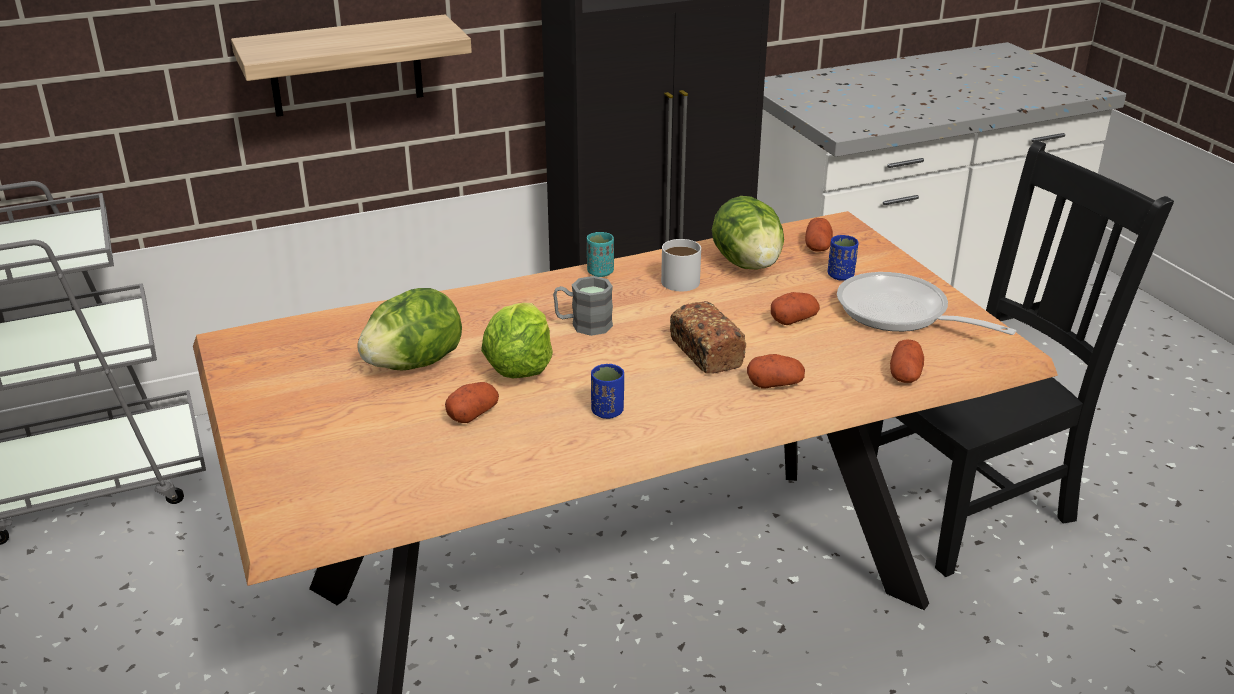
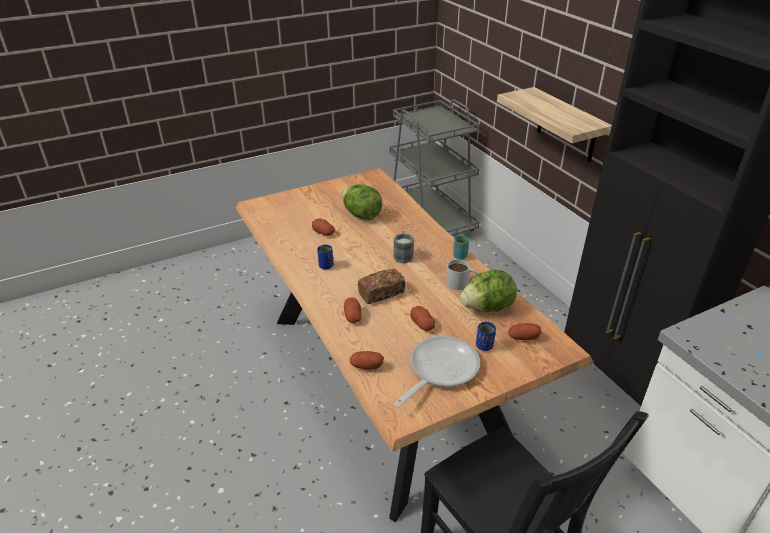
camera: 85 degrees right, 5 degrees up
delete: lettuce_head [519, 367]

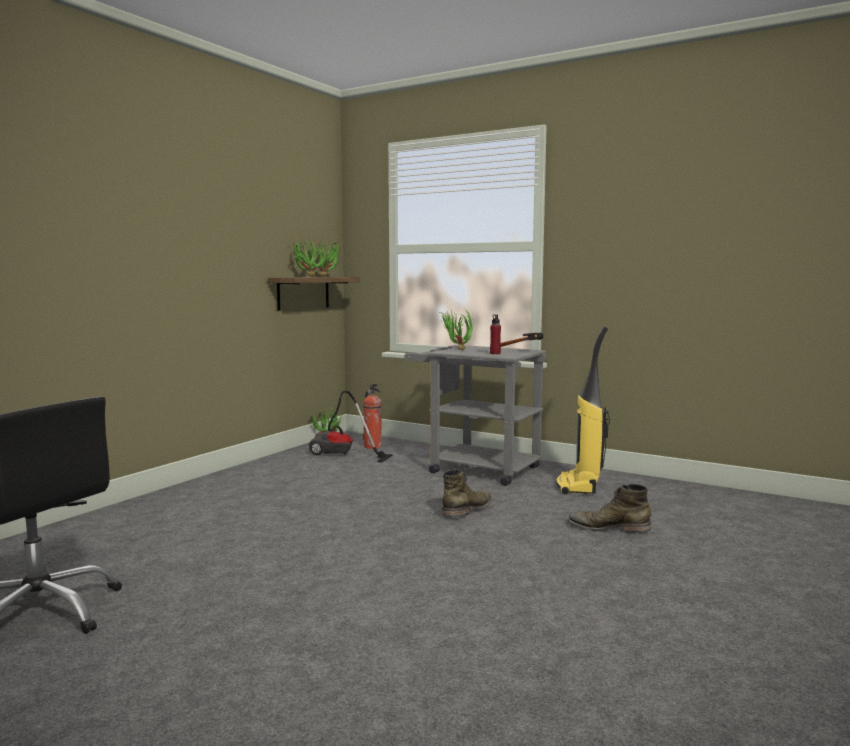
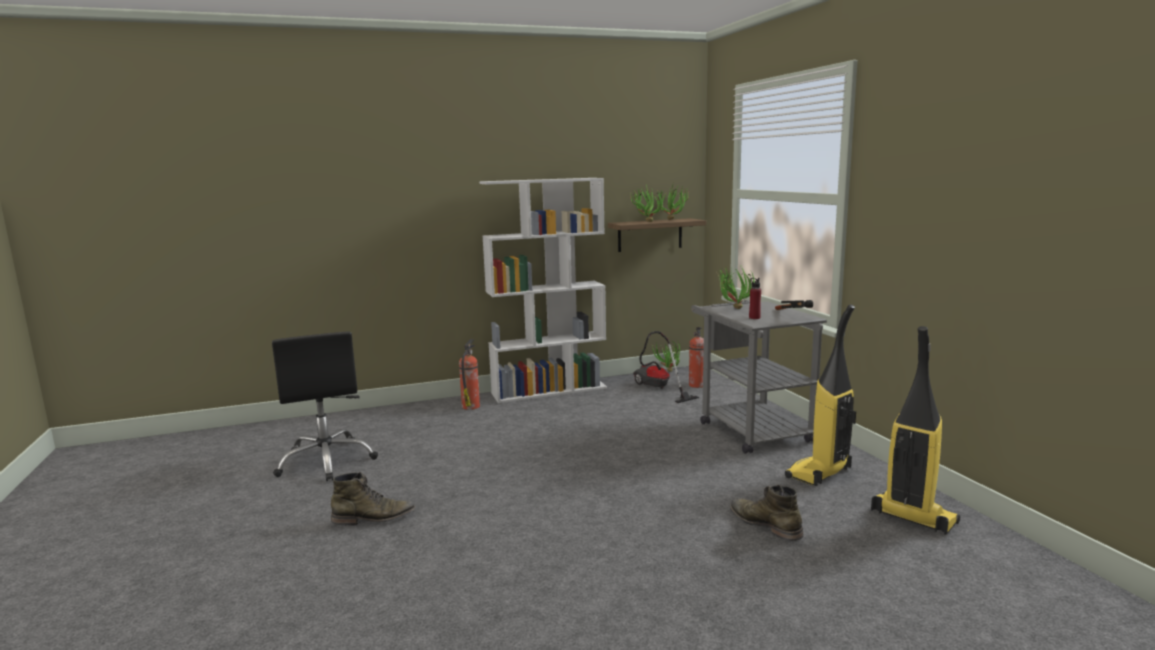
camera: 40 degrees right, 5 degrees up
insert: white-coloured_bookshelf [549, 390]; hoover [912, 517]; fire-fighting_cylinder [471, 406]
move: greenish_high-top_boot [468, 509] to [374, 518]

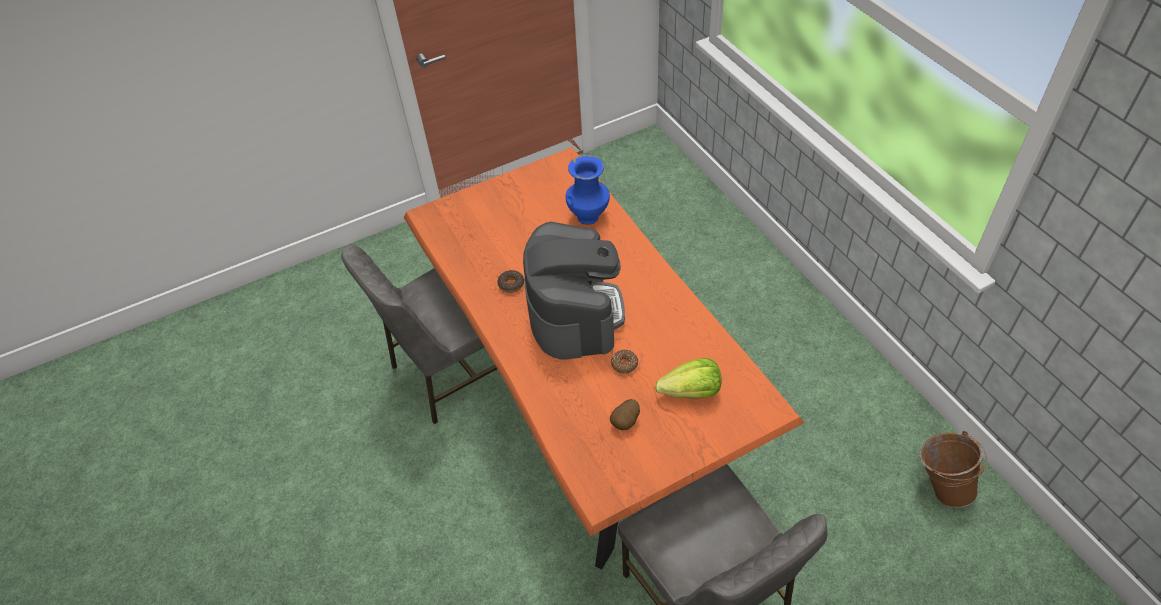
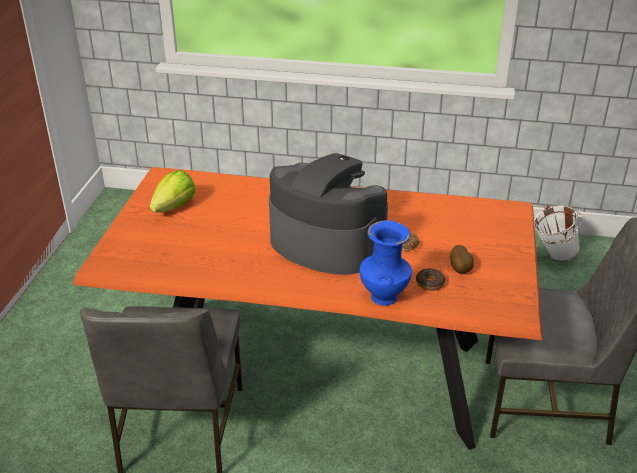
camera: 55 degrees left, 15 degrees down
move: blue-coloured_decorative_vase [589, 216] to [383, 296]; ring_doughnut [511, 284] to [430, 283]; lettuce_head [691, 392] to [174, 207]
recolor: brown-coloured_water_bucket [940, 486] to white-coloured_water_bucket [551, 256]

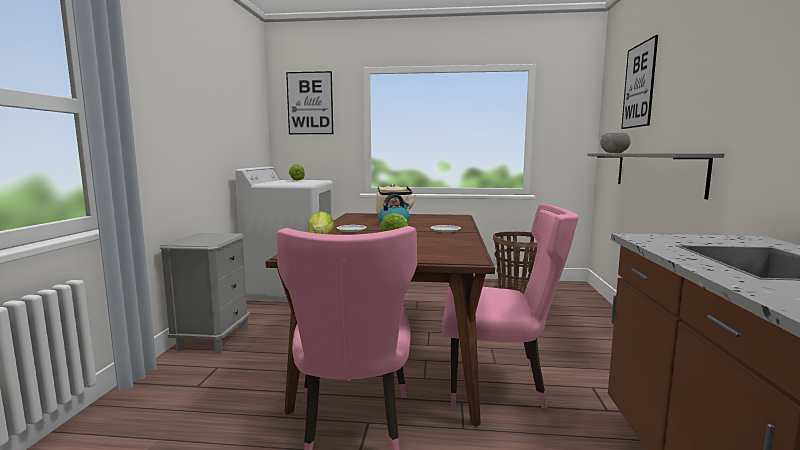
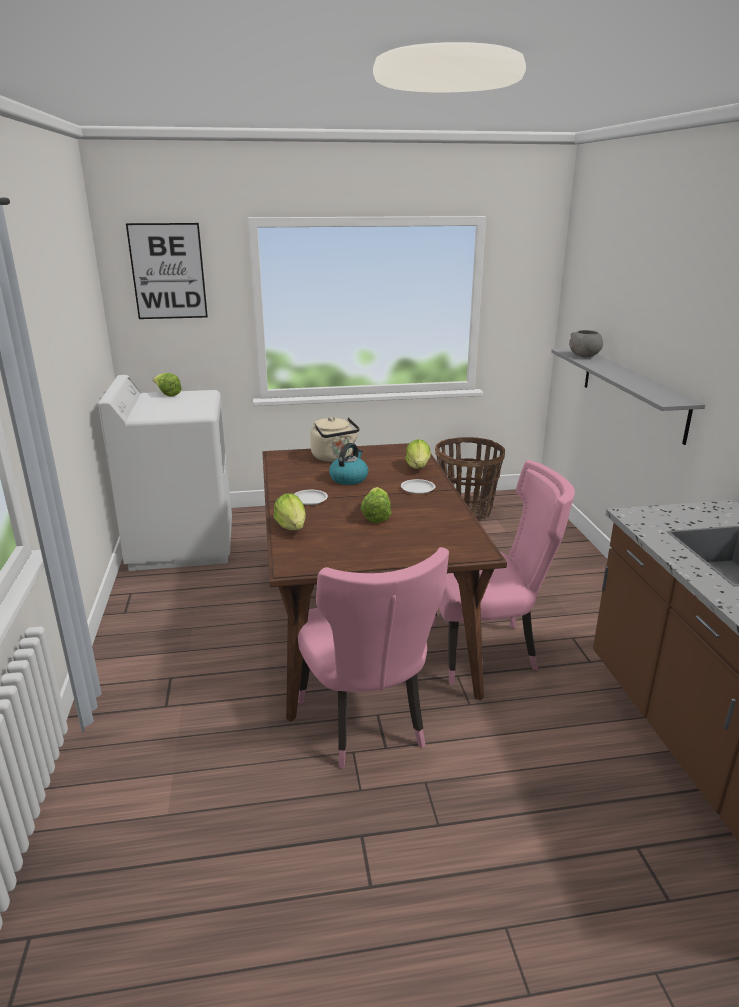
camera: 15 degrees left, 15 degrees up
delete: wall_picture [639, 85]; gray_bedside_table [213, 338]
insert: lettuce_head [418, 467]

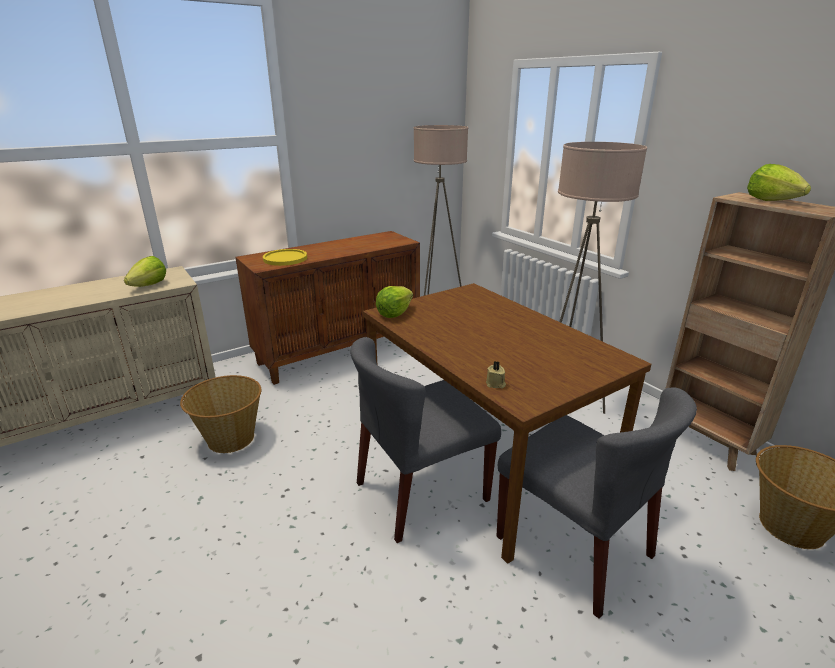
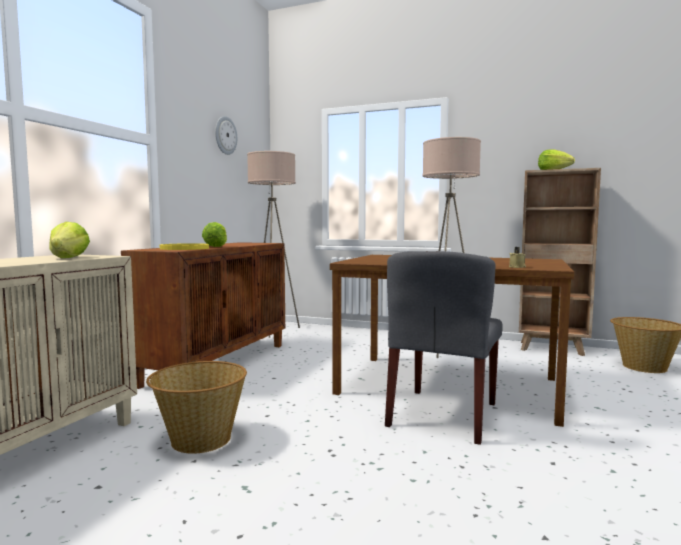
camera: 35 degrees left, 20 degrees down
delete: gray_upright_chair [574, 547]
insert: wall_clock [225, 135]
move: lettuce_head [394, 313] to [216, 246]

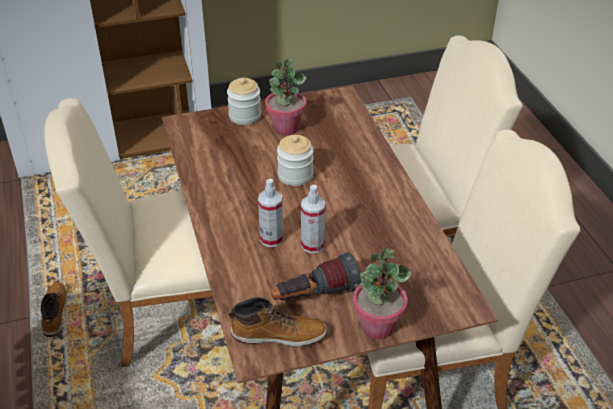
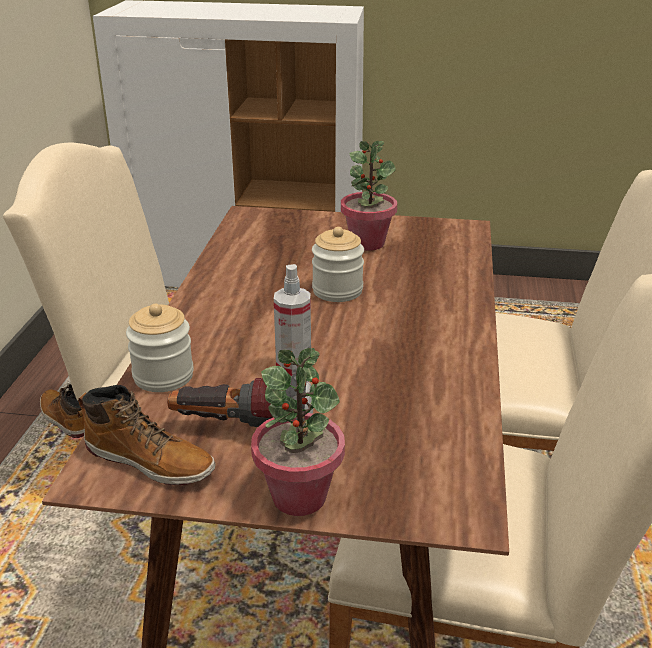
camera: 25 degrees right, 10 degrees down
delete: sprayer [271, 239]
move: jar [245, 116] to [163, 376]
rotate: high-top_boot [54, 313] = [65, 419] 60 degrees counterclockwise

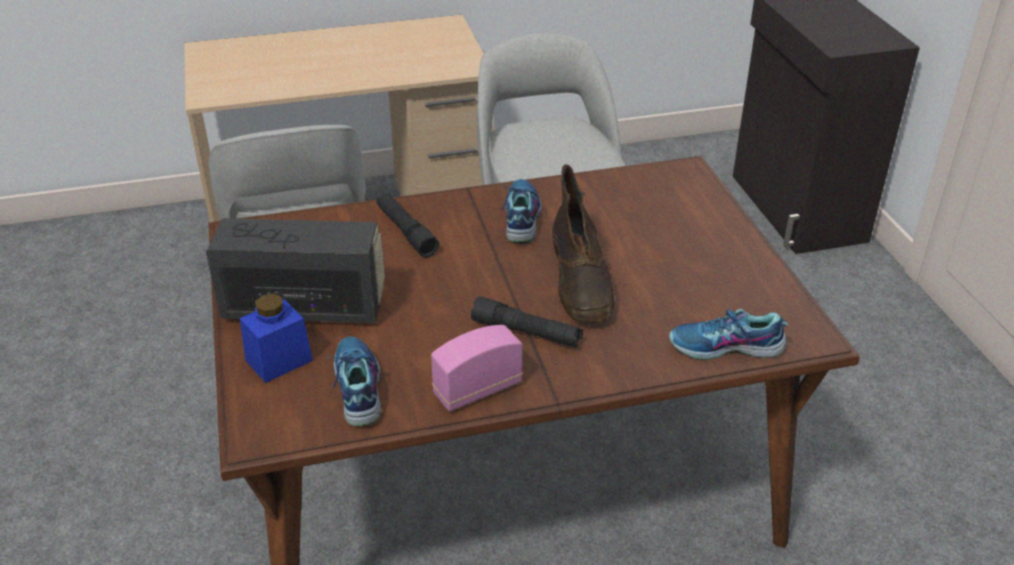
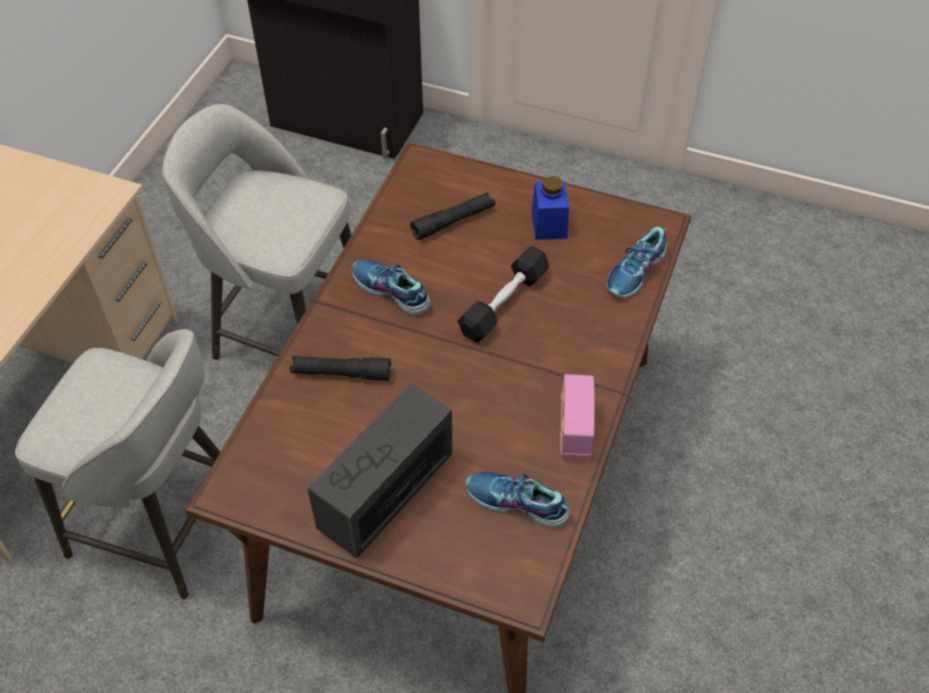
camera: 55 degrees left, 15 degrees up
move: blue-coloured_jar [279, 360] to [549, 224]; black_flashlight [526, 332] to [453, 221]
replace: brown-coloured_high-top_boot [581, 282] to black_free_weight [503, 303]

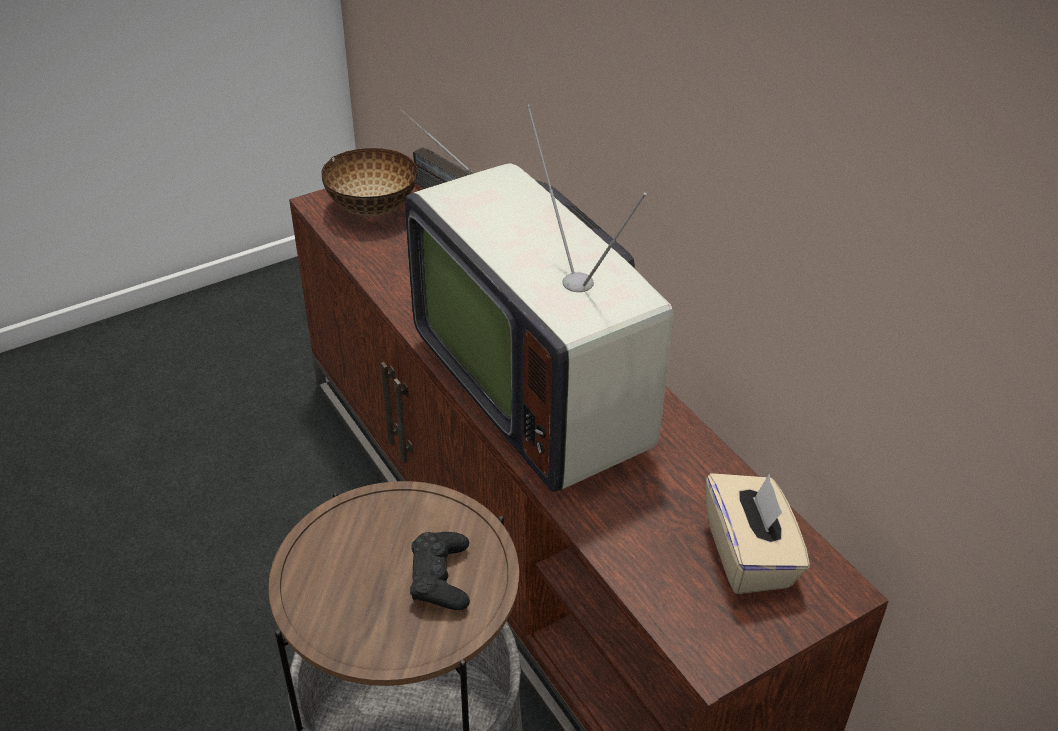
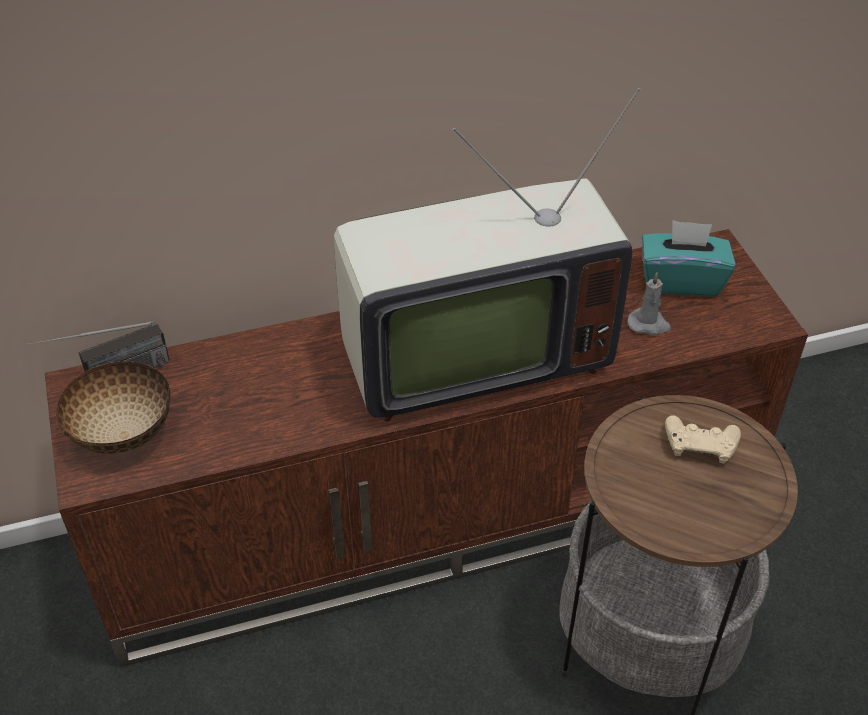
camera: 75 degrees left, 5 degrees up
insert: gray_wax_light [649, 324]
recolor: sand-coloured_tissue_holder [750, 555] to turquoise_tissue_holder [681, 280]; black_gamepad [440, 577] to sand-coloured_gamepad [700, 444]

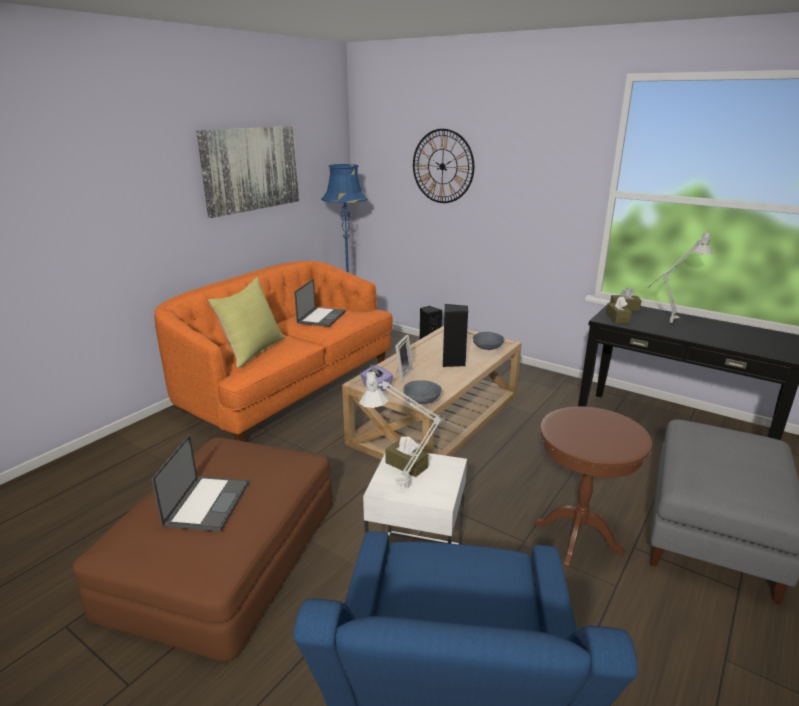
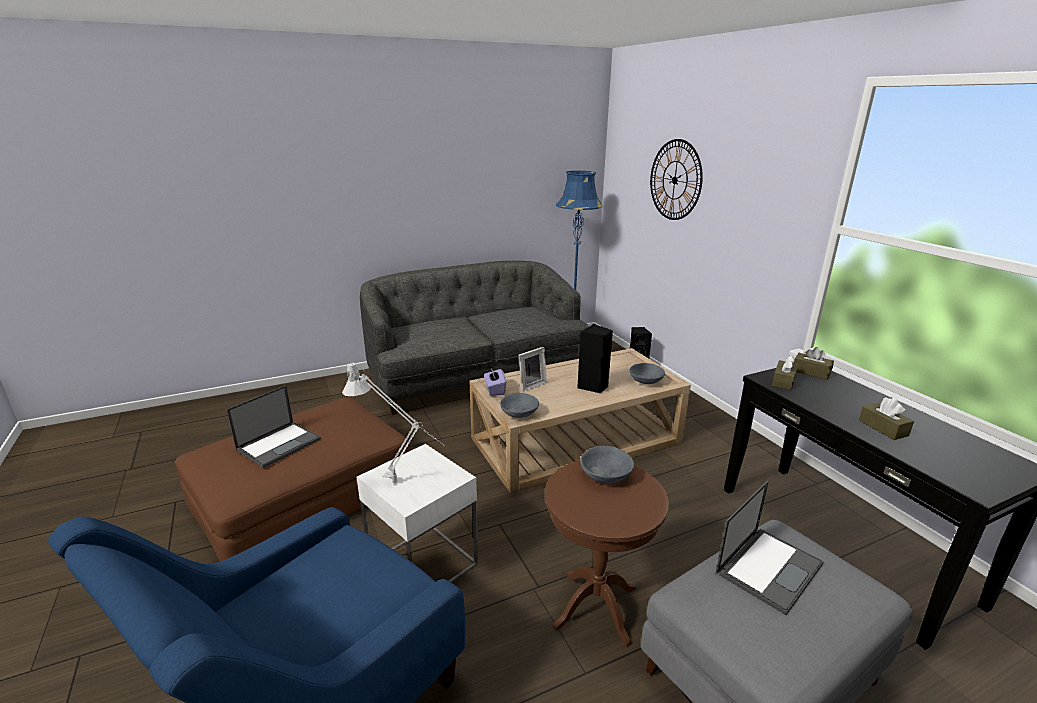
camera: 30 degrees right, 0 degrees up
delete: wall_picture [251, 169]; gray_tabletop_lamp [667, 324]; yellow-coloured_throw_pillow [253, 351]
insert: gray_serving_bowl [606, 475]
move: laptop [321, 317] to [769, 567]; brown-coloured_tissue_holder [406, 465] to [883, 428]
recolor: orange_settee [287, 387] to gray_settee [475, 375]

